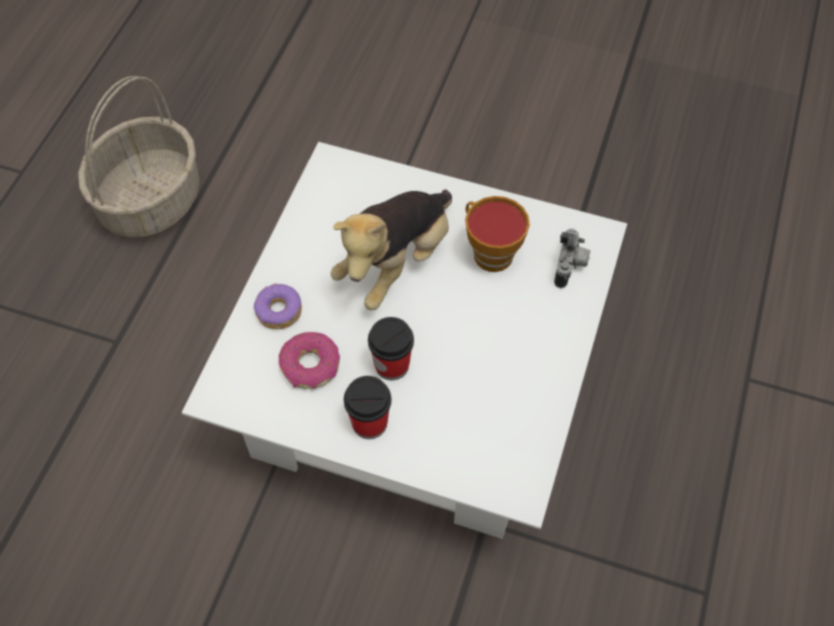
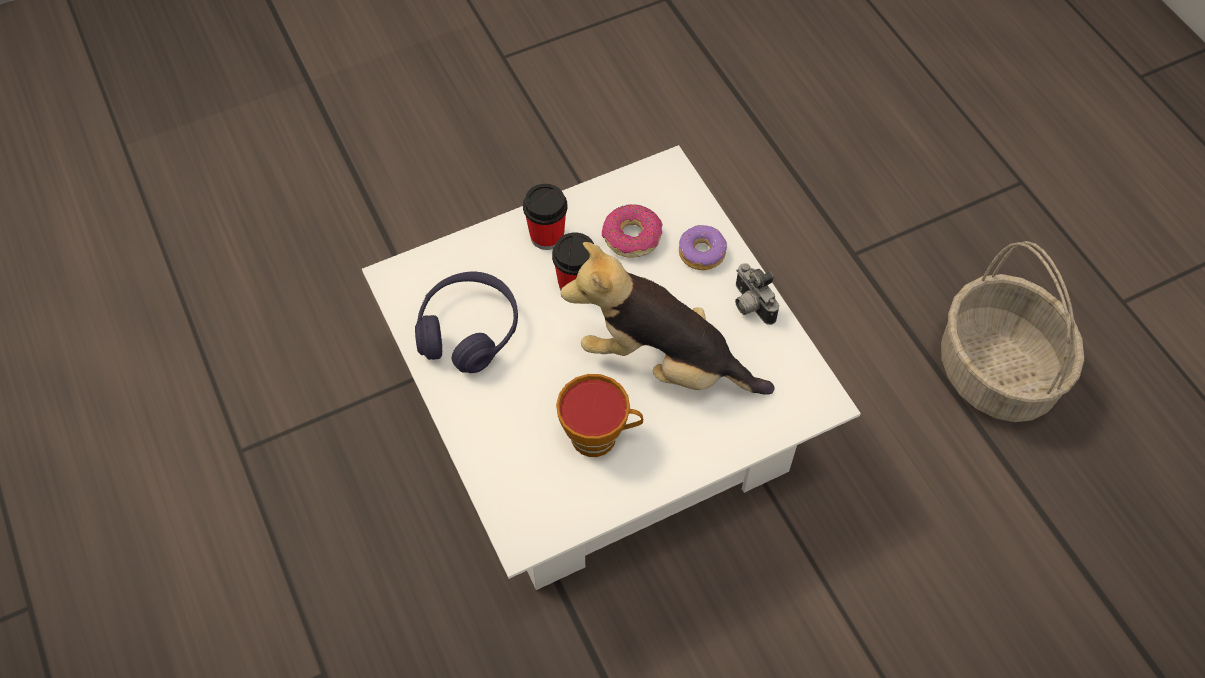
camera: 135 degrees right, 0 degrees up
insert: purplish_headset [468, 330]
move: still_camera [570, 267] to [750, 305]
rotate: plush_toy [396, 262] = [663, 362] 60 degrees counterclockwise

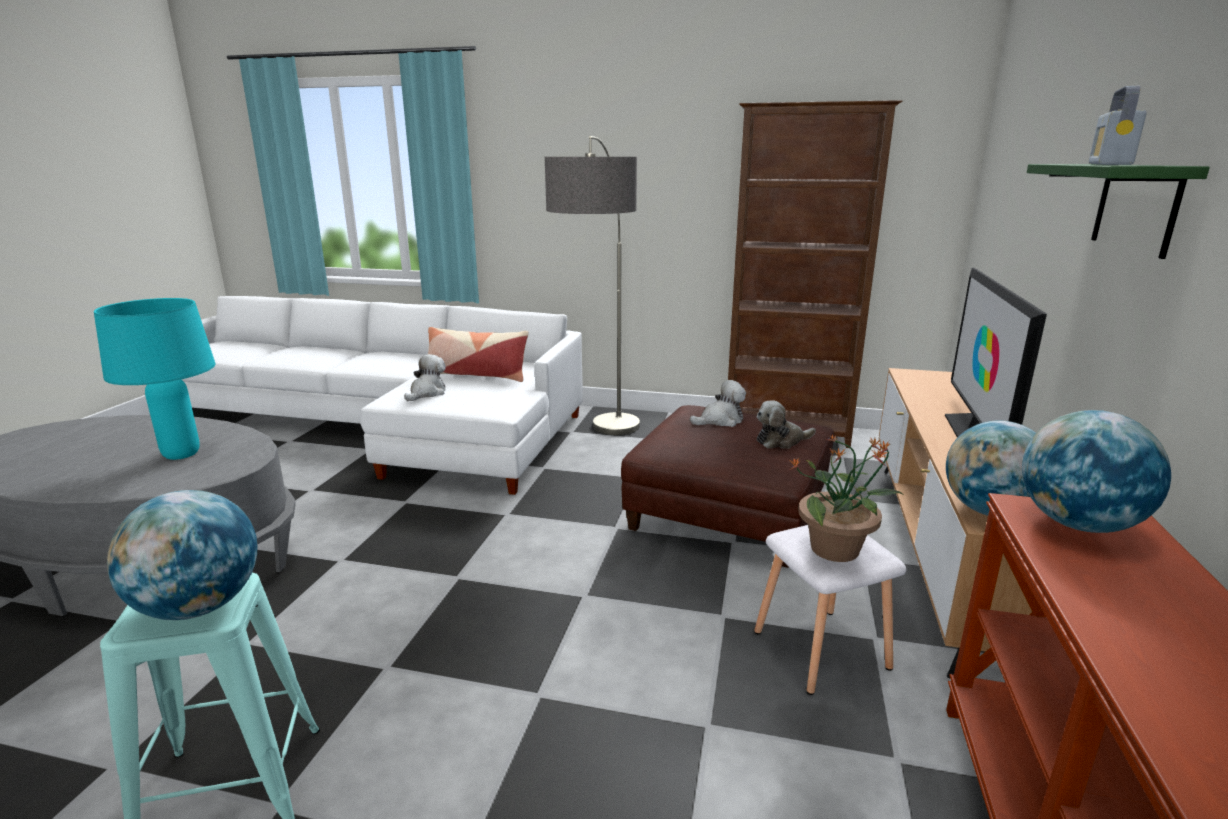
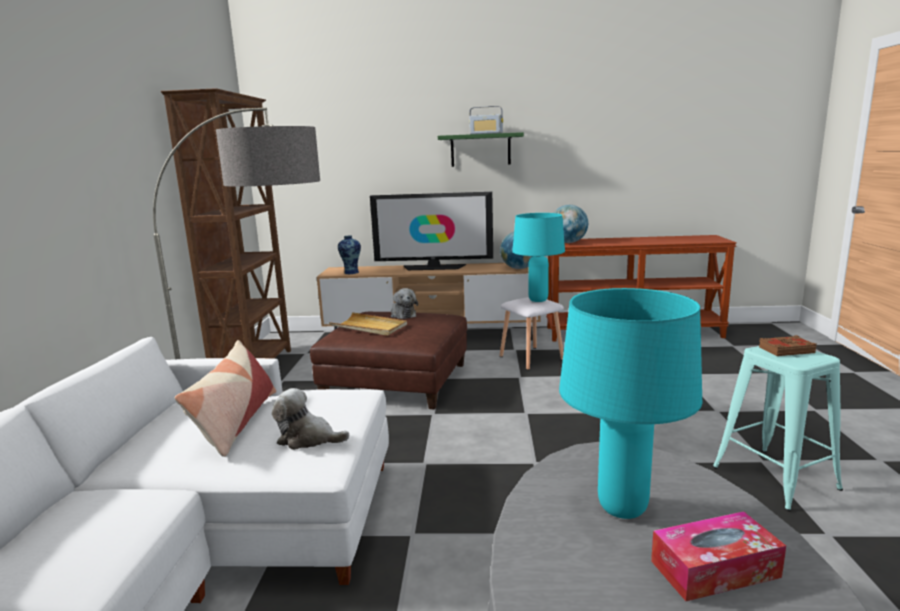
camera: 100 degrees left, 5 degrees down
insert: decorative_vase [351, 272]; tissue_holder [714, 569]
replace: plush_toy [720, 420] to sand-coloured_tray [369, 327]; houseplant [836, 549] to turquoise_tabletop_lamp [538, 300]; globe [198, 607] to brown-coloured_volume [785, 350]

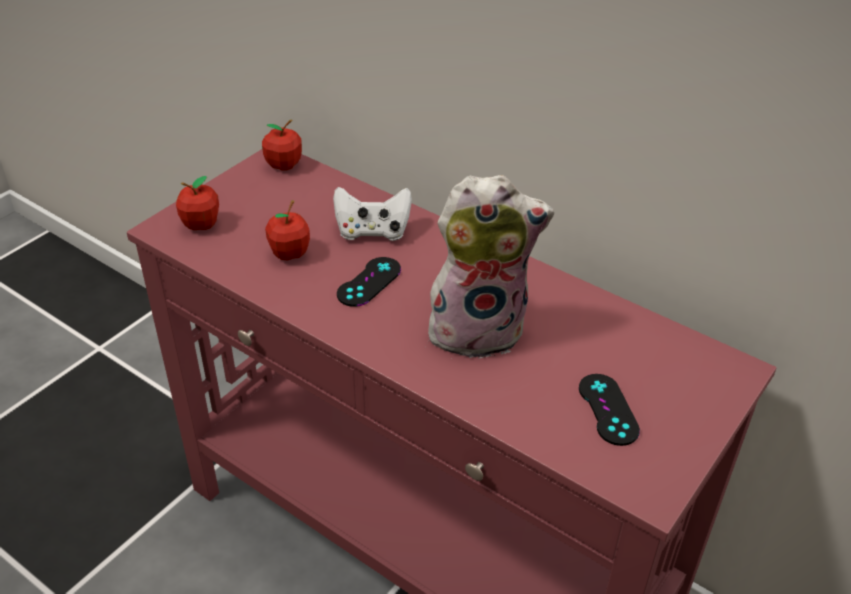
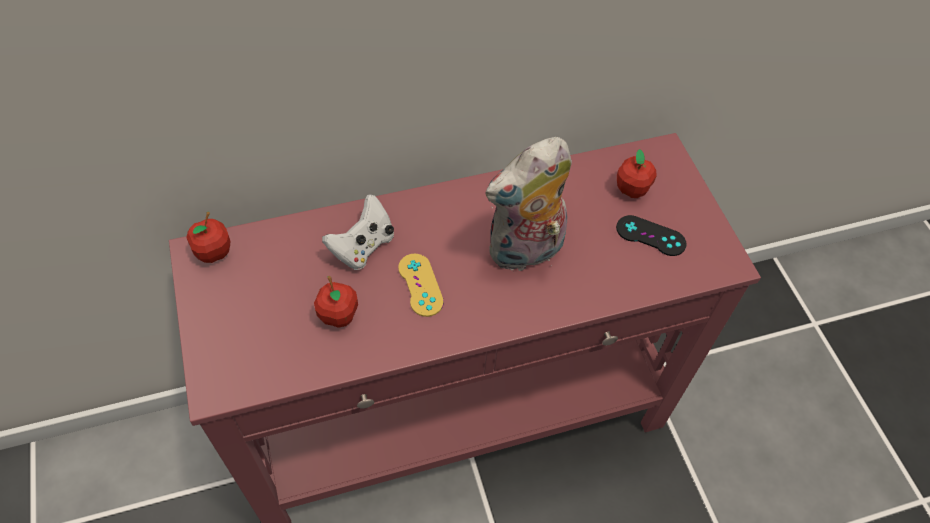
camera: 55 degrees left, 15 degrees up
move: apple [201, 224] to [631, 189]
recolor: black_gamepad [369, 282] to yellow-coloured_gamepad [420, 285]
rotate: plush_toy [478, 328] = [525, 252] 150 degrees counterclockwise

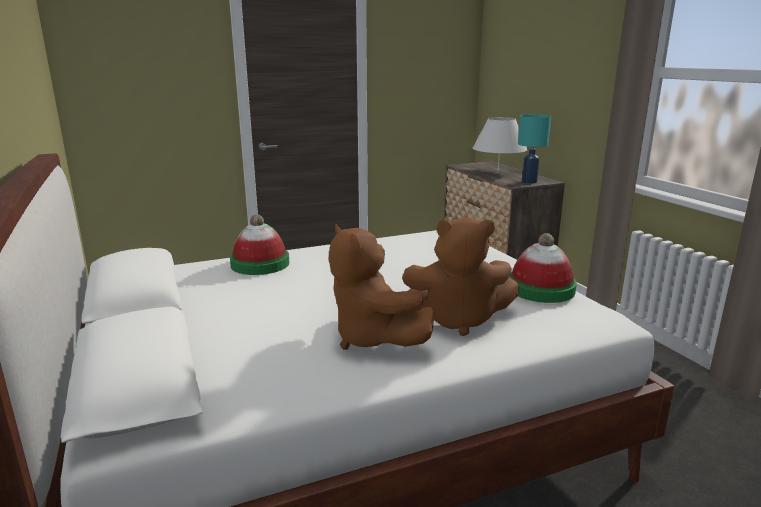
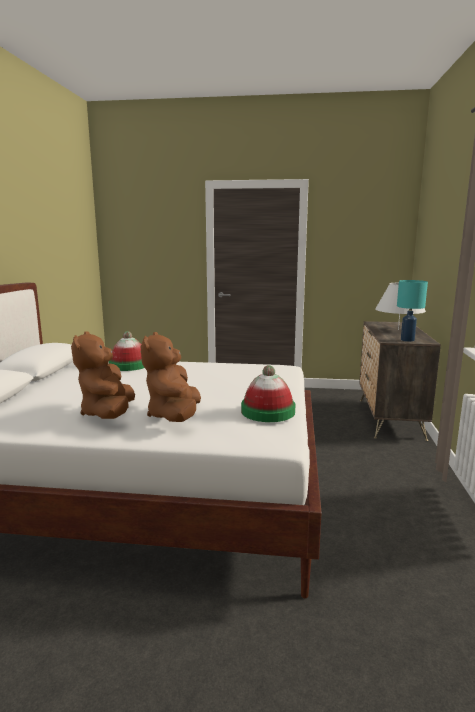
camera: 30 degrees right, 5 degrees down
rotate: brown-coloured_plush_toy [457, 320] = [174, 416] 60 degrees clockwise

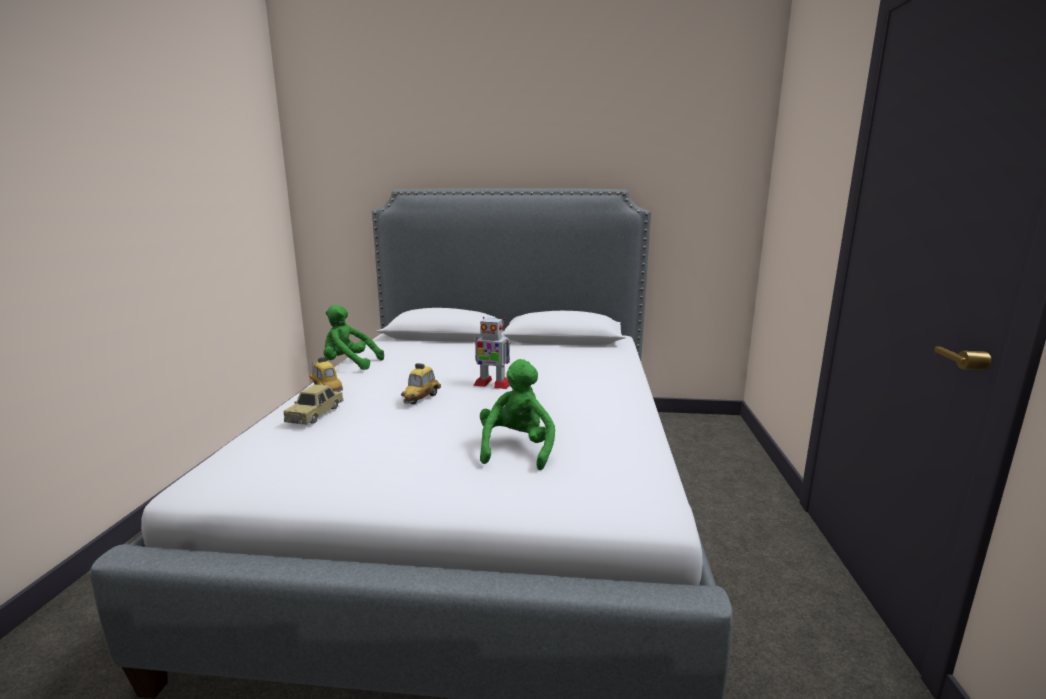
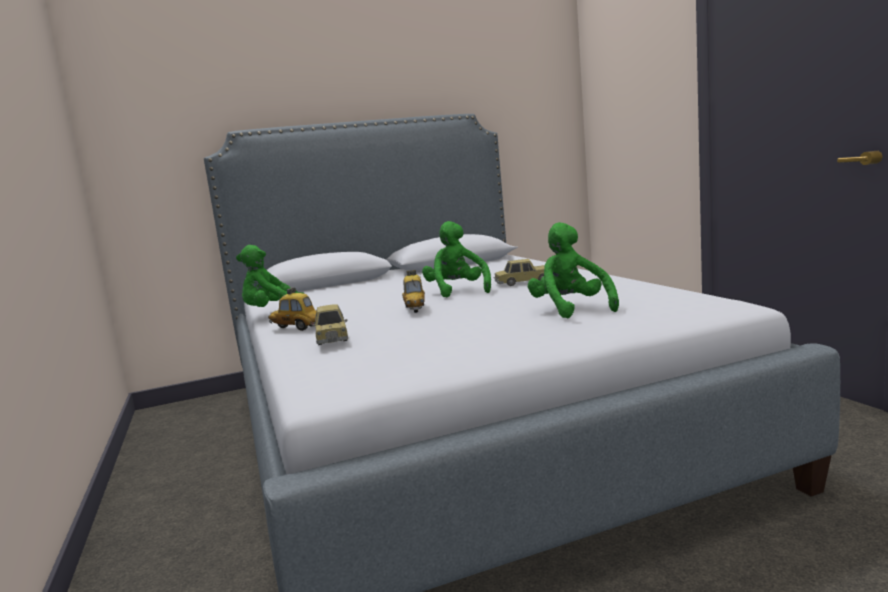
camera: 25 degrees left, 5 degrees down
insert: toy_car [523, 282]
replace: toy_robot [492, 384] to greenish_plush_toy [457, 291]

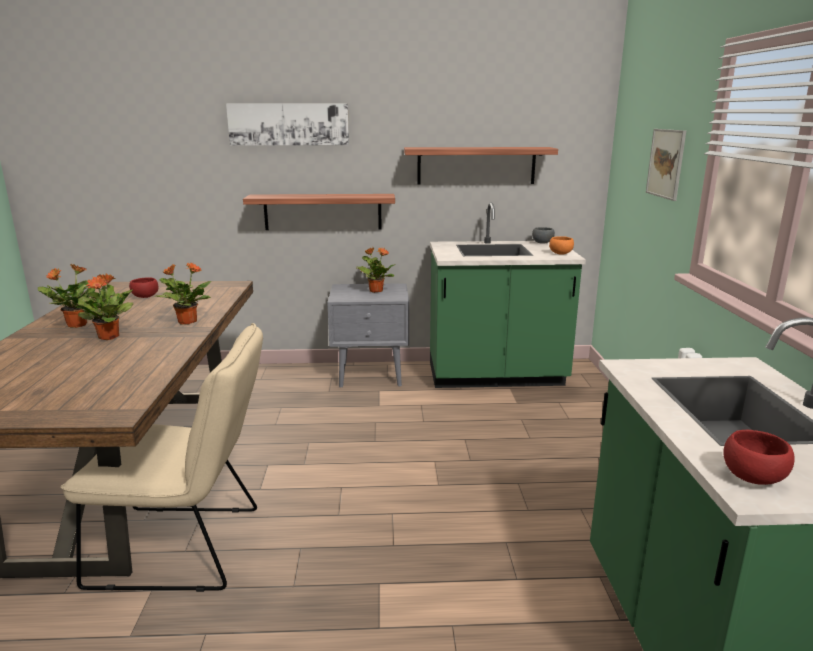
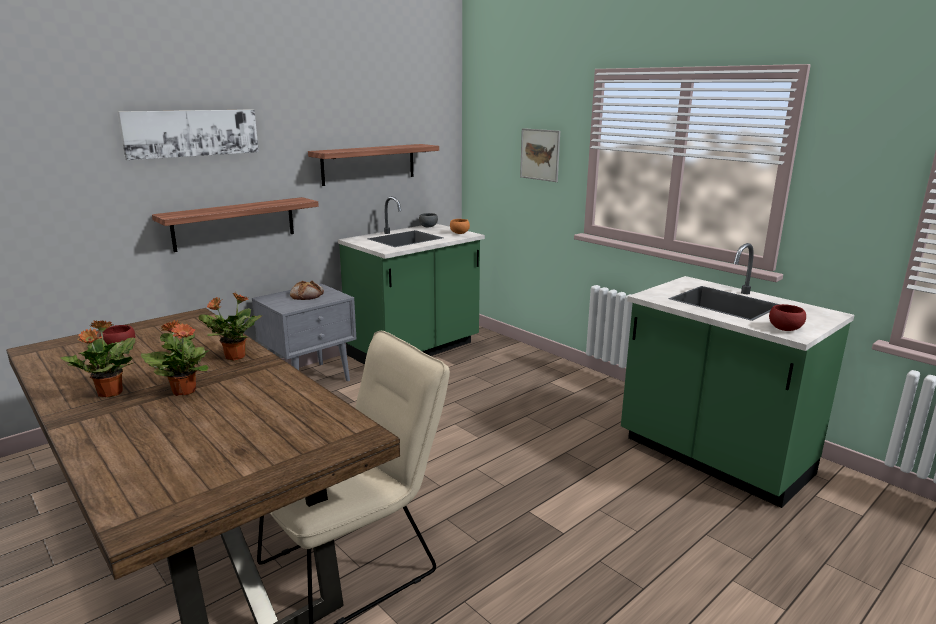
camera: 40 degrees left, 0 degrees up
replace: houseplant [375, 290] to bread [307, 295]

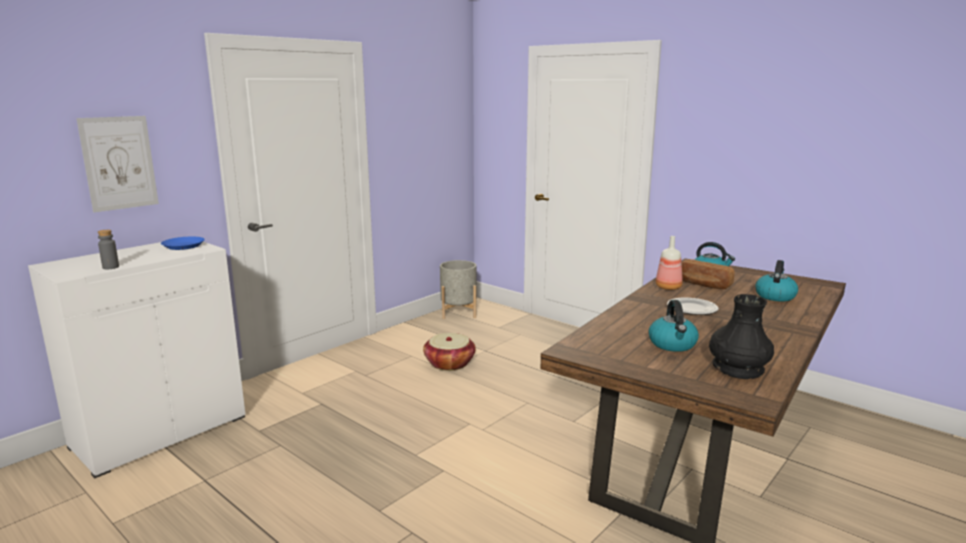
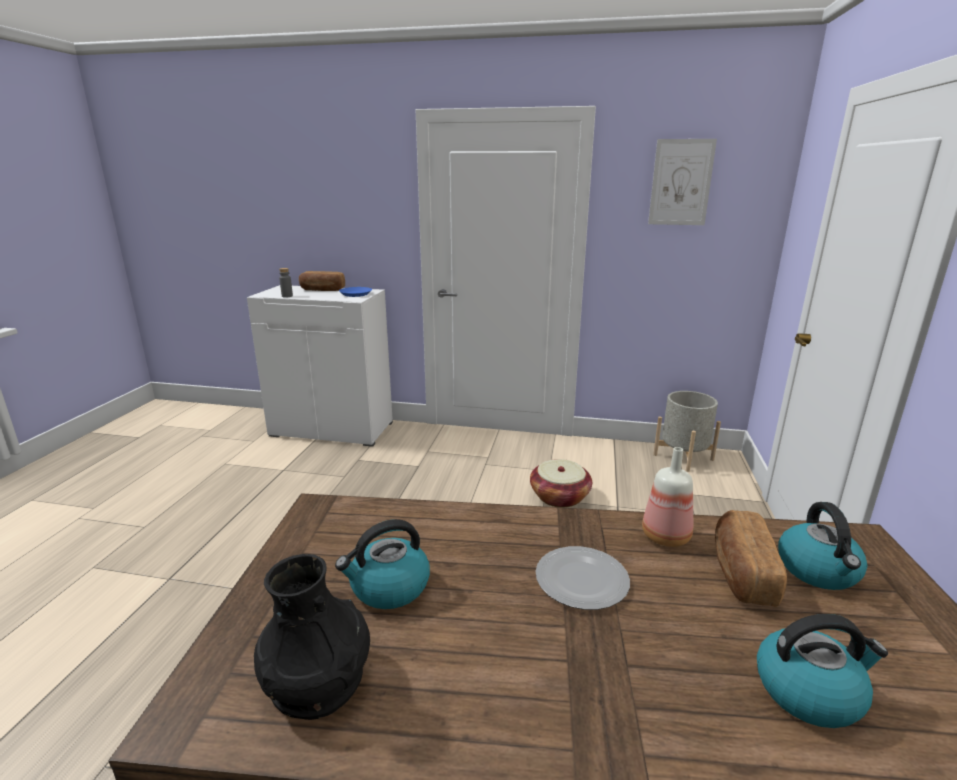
camera: 60 degrees right, 5 degrees up
insert: bread [322, 290]
move: wall_picture [119, 163] to [681, 182]

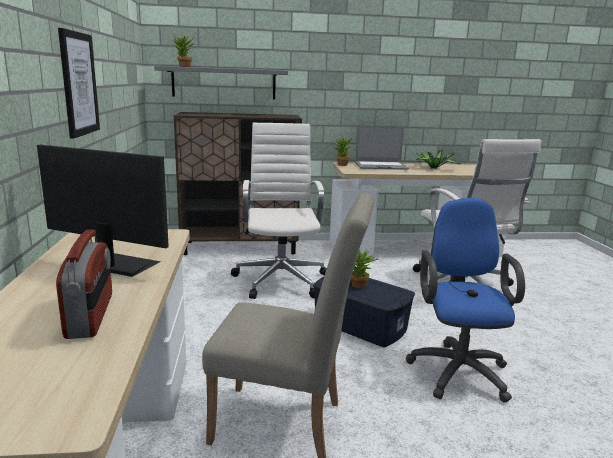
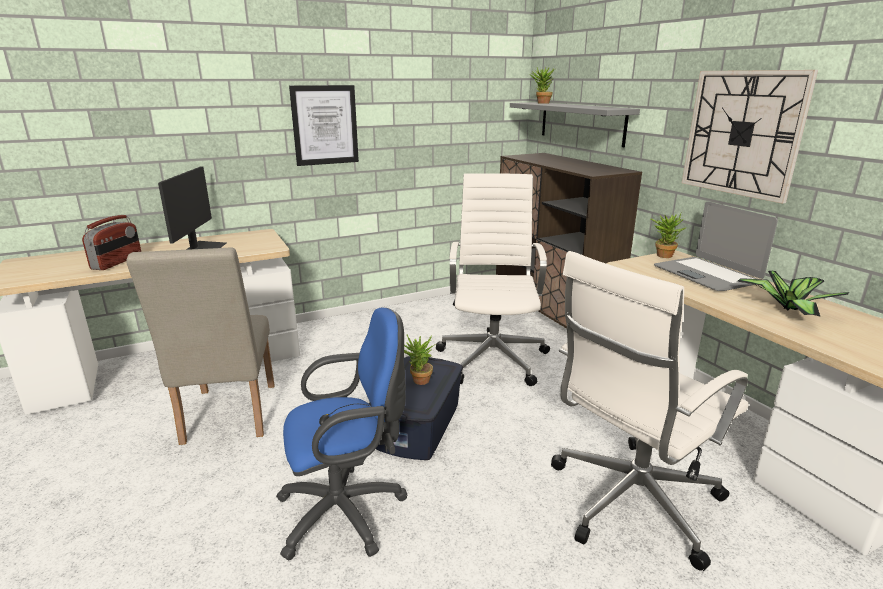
camera: 70 degrees right, 5 degrees up
insert: wall_clock [742, 133]
rotate: white-coloured_office_chair [281, 279] = [493, 357] 60 degrees counterclockwise; radio_receiver [91, 316] = [117, 262] 45 degrees counterclockwise

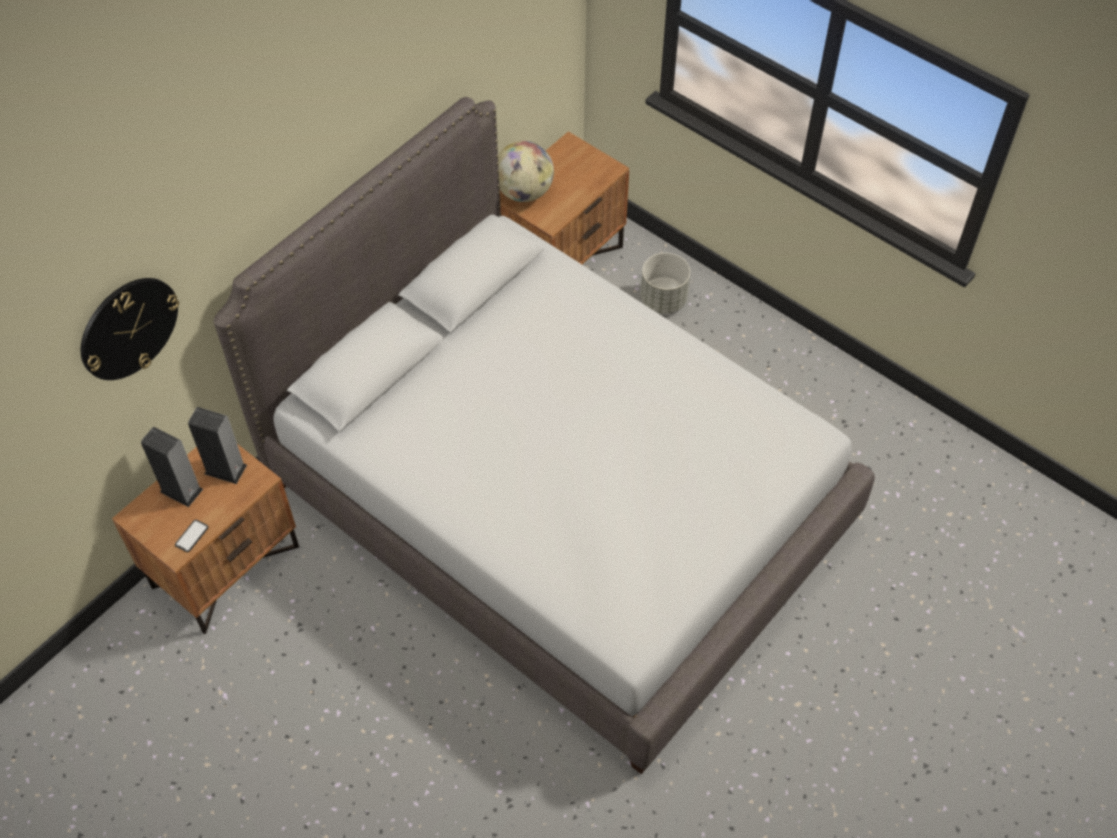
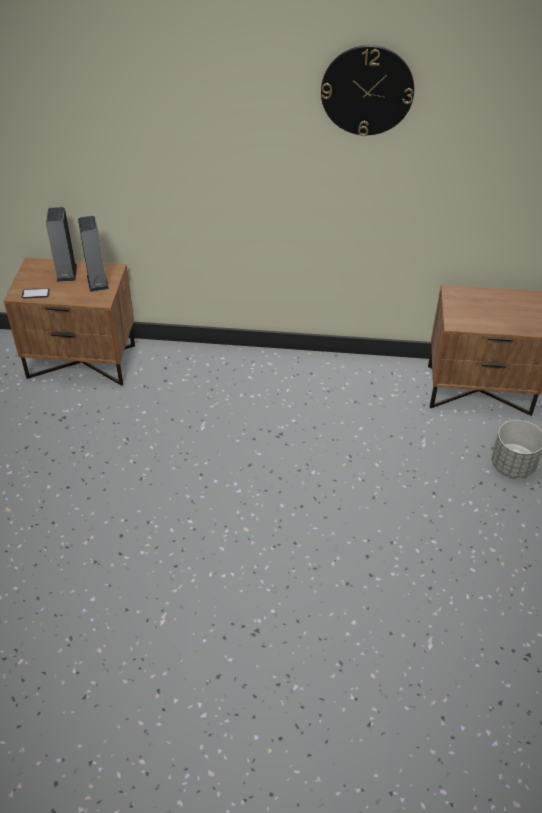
camera: 55 degrees right, 10 degrees down
delete: gray_bed [558, 502]; globe [524, 192]
move: wall_clock [128, 328] to [367, 90]

